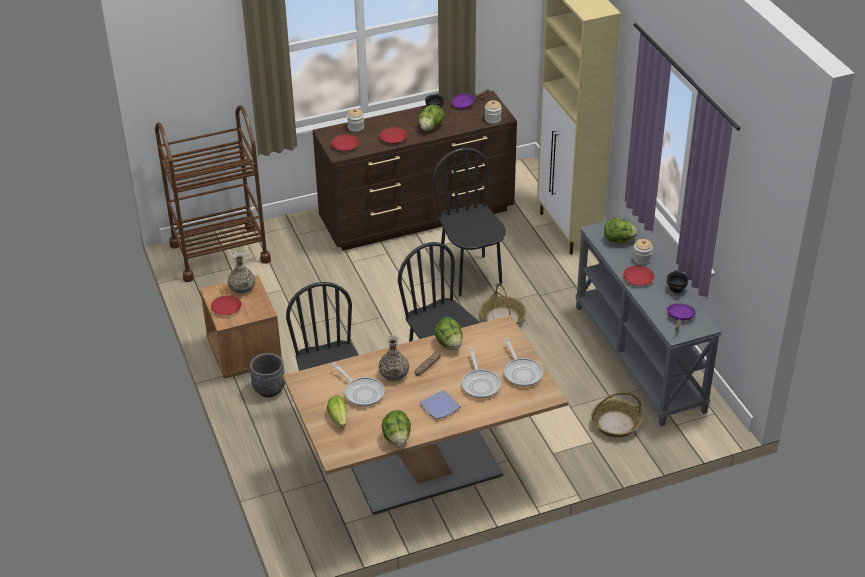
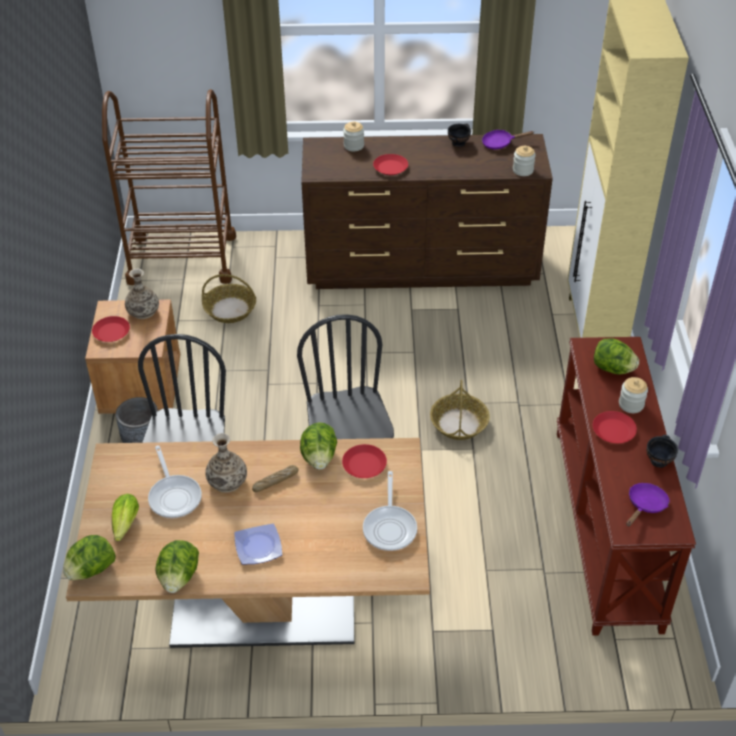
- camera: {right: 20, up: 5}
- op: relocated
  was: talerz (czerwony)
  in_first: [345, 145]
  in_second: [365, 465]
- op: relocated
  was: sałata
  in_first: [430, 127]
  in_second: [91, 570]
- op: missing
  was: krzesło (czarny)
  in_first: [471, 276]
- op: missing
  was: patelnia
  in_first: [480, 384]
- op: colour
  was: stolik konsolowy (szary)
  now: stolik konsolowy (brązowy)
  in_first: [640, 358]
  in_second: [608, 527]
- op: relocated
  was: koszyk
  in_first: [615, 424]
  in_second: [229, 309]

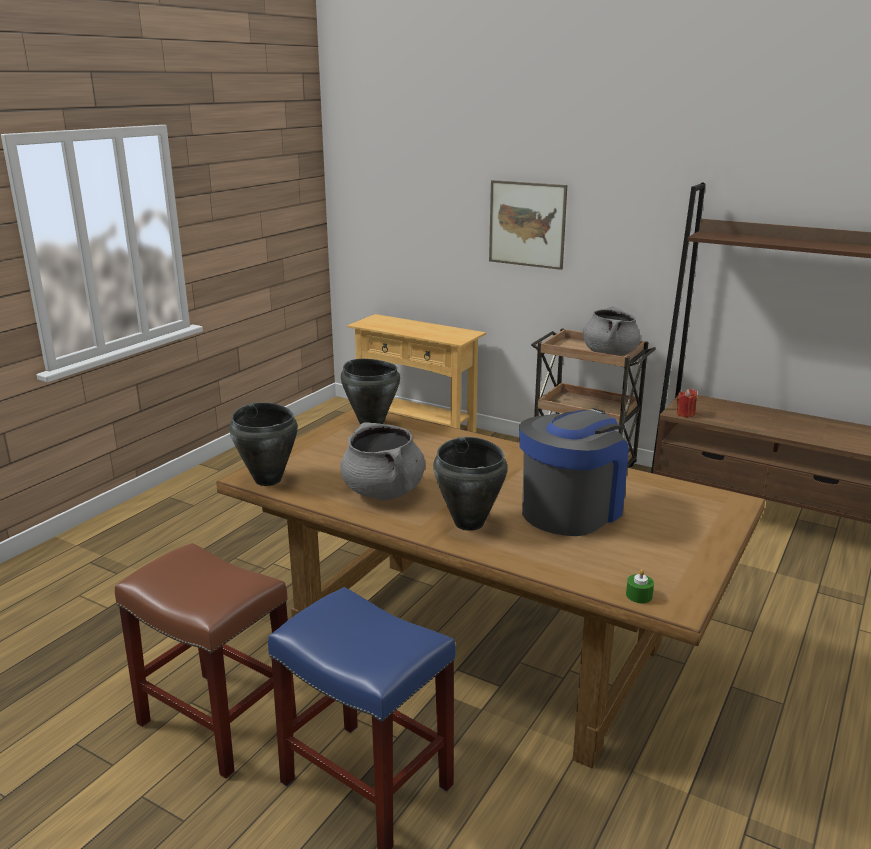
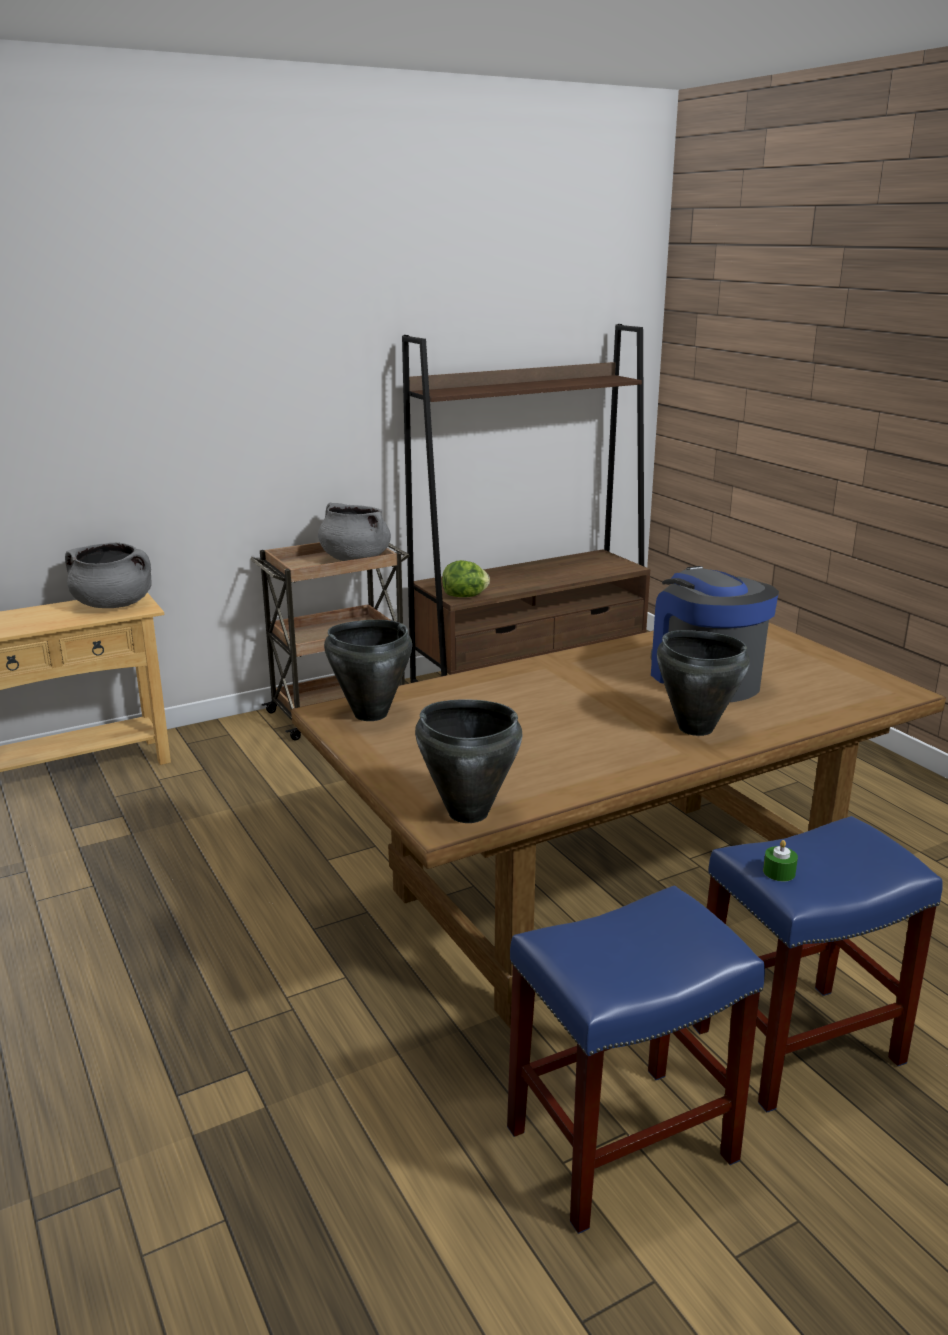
- camera: {right: -60, up: 0}
- op: colour
  was: stołek (brązowy)
  now: stołek (niebieski)
  in_first: [215, 721]
  in_second: [620, 1146]
- op: relocated
  was: garnek (szary)
  in_first: [384, 492]
  in_second: [113, 605]
- op: missing
  was: obraz
  in_first: [527, 224]
- op: relocated
  was: świeca (zielony)
  in_first: [639, 595]
  in_second: [779, 872]
- op: exchanged
  was: świeca (czerwony)
  now: sałata
  in_first: [685, 414]
  in_second: [465, 596]

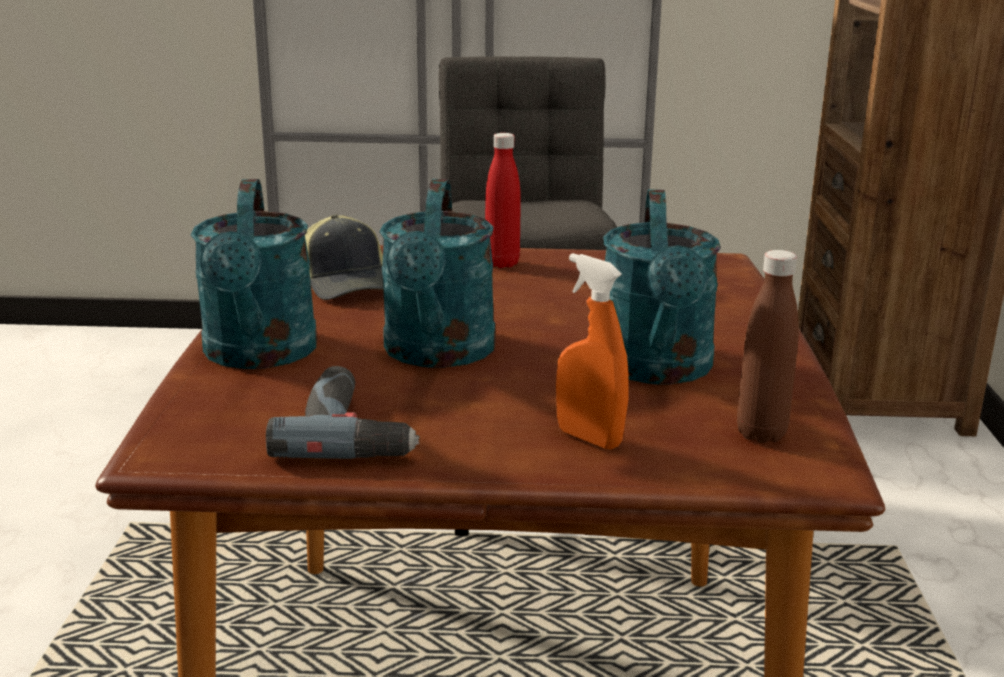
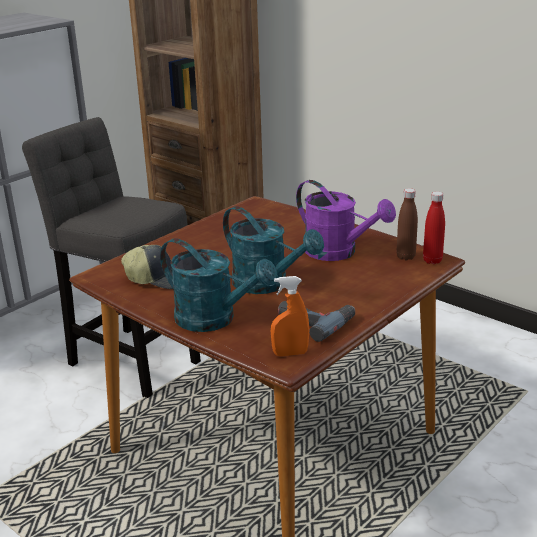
- camera: {right: -50, up: 5}
- op: relocated
  was: butelka (czerwony)
  in_first: [502, 263]
  in_second: [432, 260]
- op: relocated
  was: spryskiwacz (pomarańczowy)
  in_first: [589, 438]
  in_second: [290, 353]
- op: colour
  was: konewka (turkusowy)
  now: konewka (fioletowy)
  in_first: [657, 370]
  in_second: [338, 253]

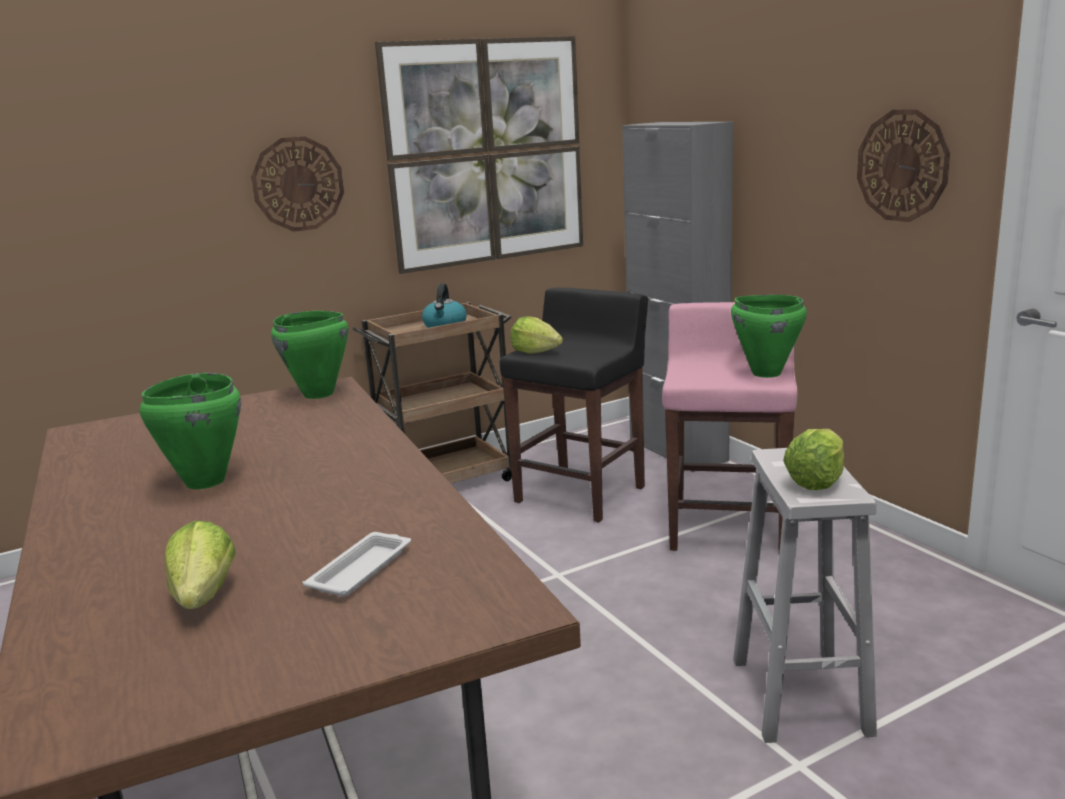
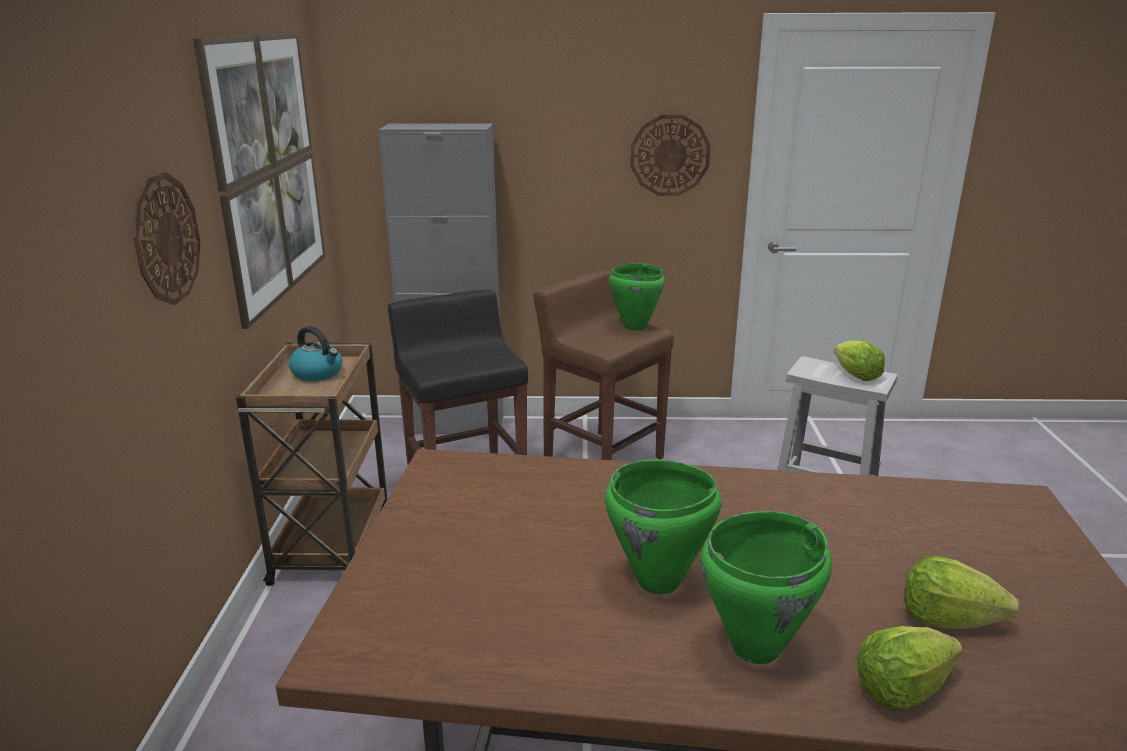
- camera: {right: -60, up: 5}
- op: relocated
  was: garnek (zielony)
  in_first: [318, 394]
  in_second: [757, 648]
- op: missing
  was: taca (biały)
  in_first: [362, 569]
- op: relocated
  was: sałata
  in_first: [535, 352]
  in_second: [901, 689]
- op: colour
  was: stołek (różowy)
  now: stołek (brązowy)
  in_first: [728, 528]
  in_second: [602, 459]

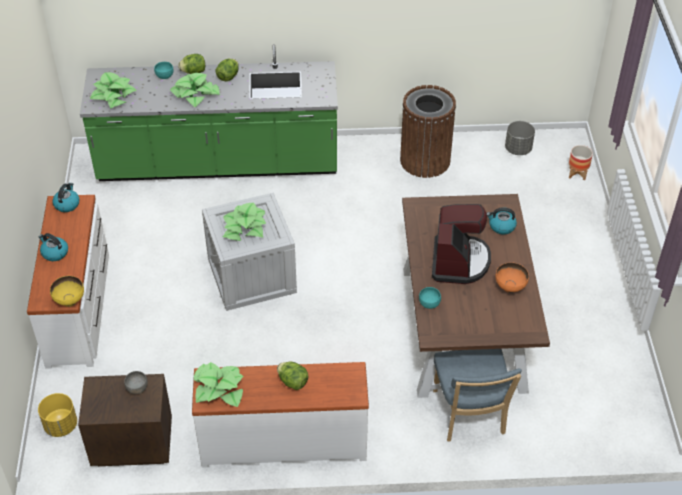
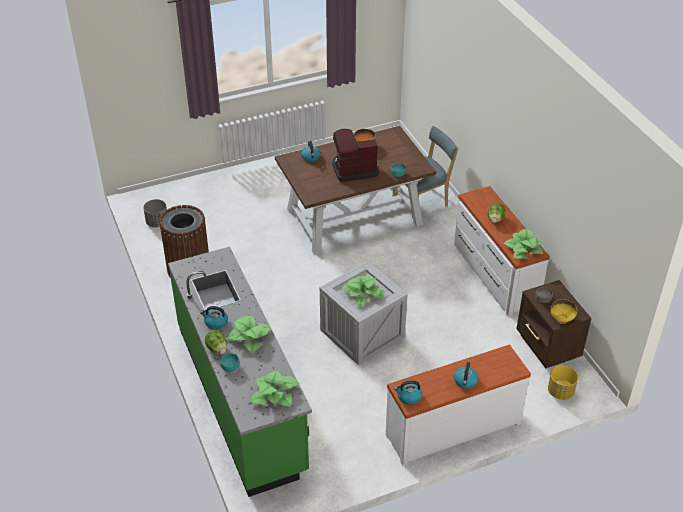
- camera: {right: -110, up: -5}
- op: relocated
  was: miska (żółty)
  in_first: [70, 301]
  in_second: [561, 319]
- op: exchanged
  was: sałata
  now: czajnik
  in_first: [228, 77]
  in_second: [215, 323]
- op: missing
  was: donica
  in_first: [577, 174]

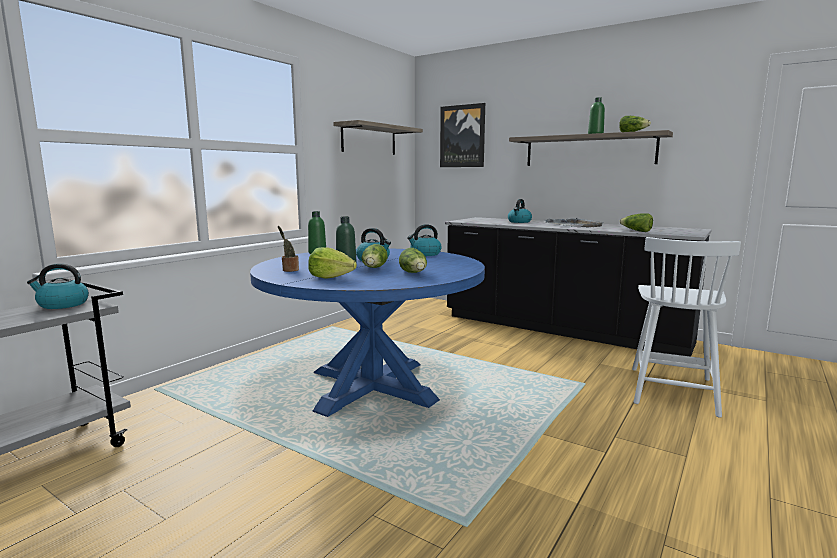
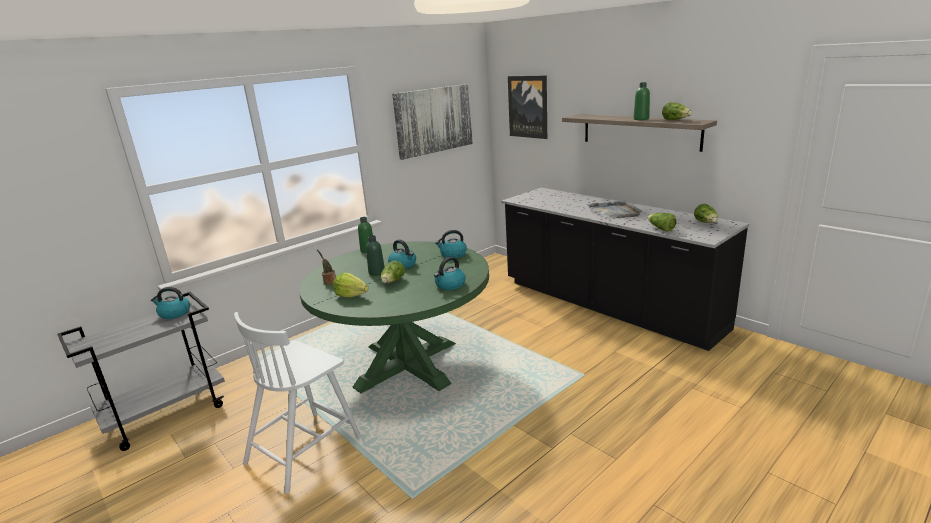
- camera: {right: 15, up: 10}
- op: colour
  was: stół jadalny (niebieski)
  now: stół jadalny (zielony)
  in_first: [372, 386]
  in_second: [407, 365]
- op: exchanged
  was: półka
  now: obraz
  in_first: [369, 140]
  in_second: [434, 120]
- op: relocated
  was: sałata
  in_first: [414, 273]
  in_second: [706, 223]
- op: relocated
  was: czajnik
  in_first: [519, 222]
  in_second: [450, 285]
- op: relocated
  was: krzesło (biały)
  in_first: [672, 390]
  in_second: [305, 448]

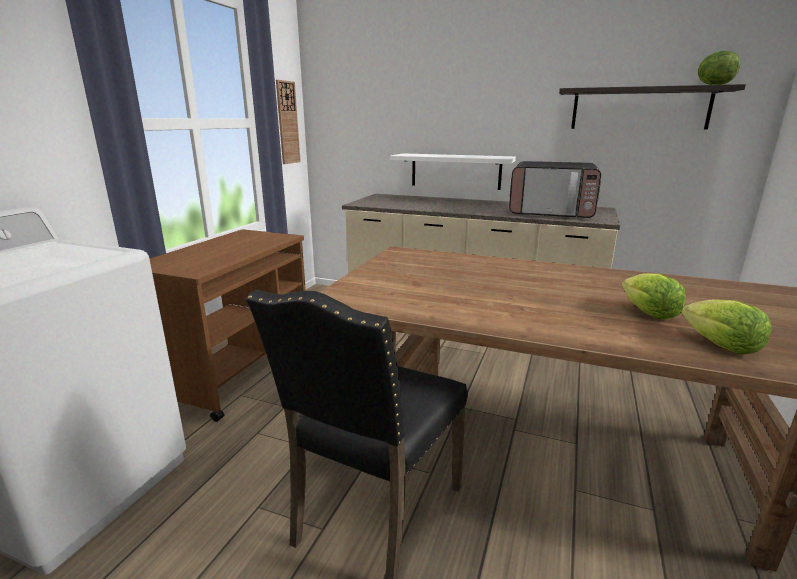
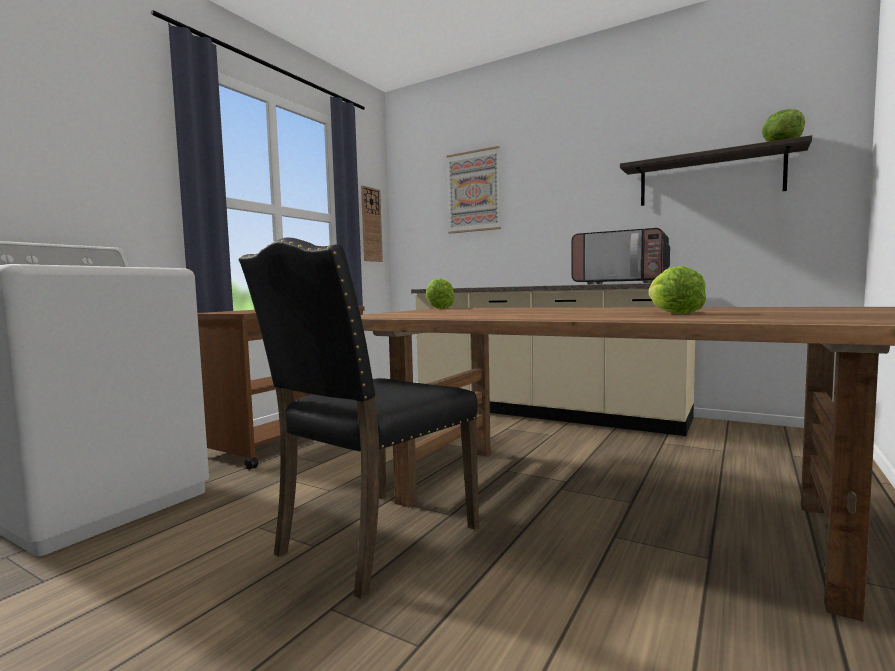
- camera: {right: 10, up: -15}
- op: missing
  was: półka (biały)
  in_first: [455, 171]
- op: relocated
  was: sałata
  in_first: [720, 345]
  in_second: [438, 308]
- op: appeared
  now: obraz
  in_second: [473, 191]

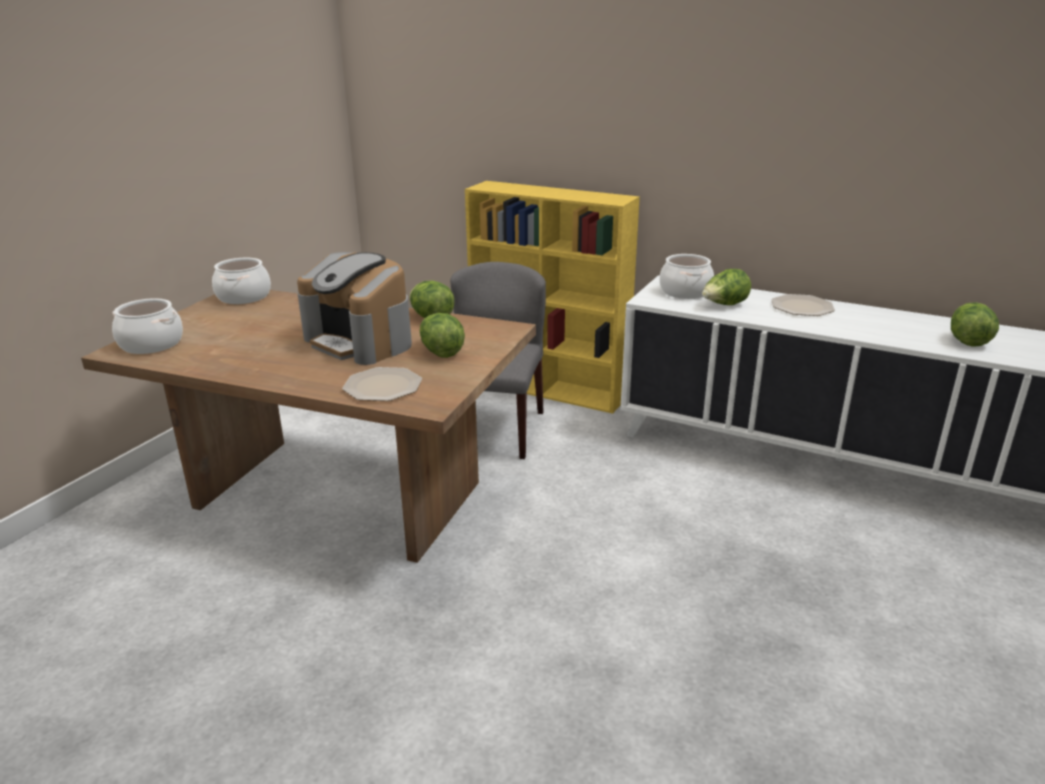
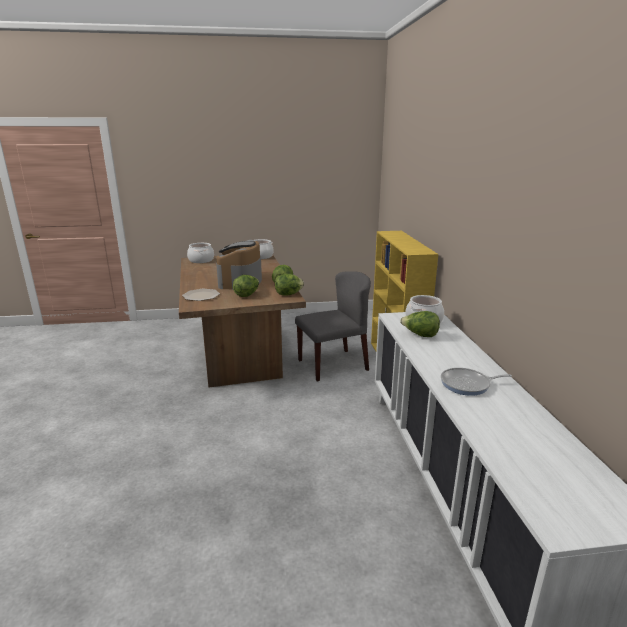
- camera: {right: 55, up: -5}
- op: missing
  was: talerz
  in_first: [802, 307]
- op: relocated
  was: sałata
  in_first: [968, 342]
  in_second: [288, 294]
- op: appeared
  now: patelnia
  in_second: [467, 384]

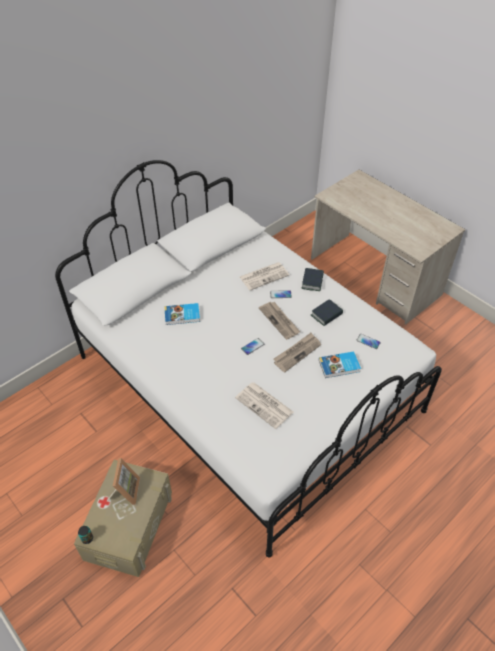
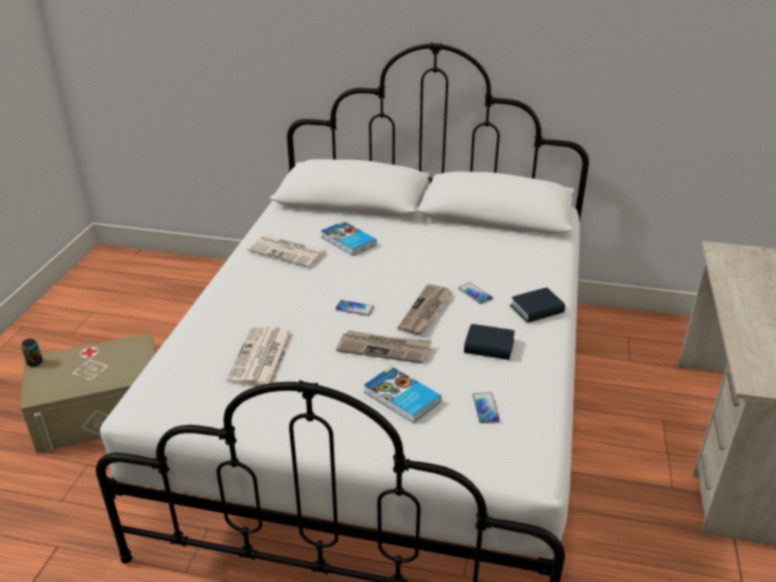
- camera: {right: 55, up: -15}
- op: missing
  was: ramka na zdjęcie
  in_first: [125, 490]
- op: relocated
  was: gazeta
  in_first: [264, 276]
  in_second: [288, 251]

